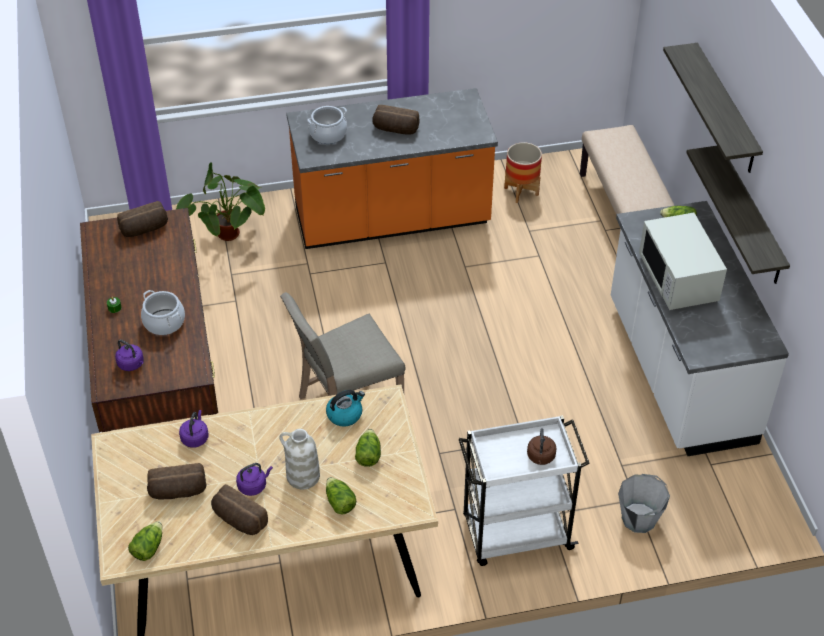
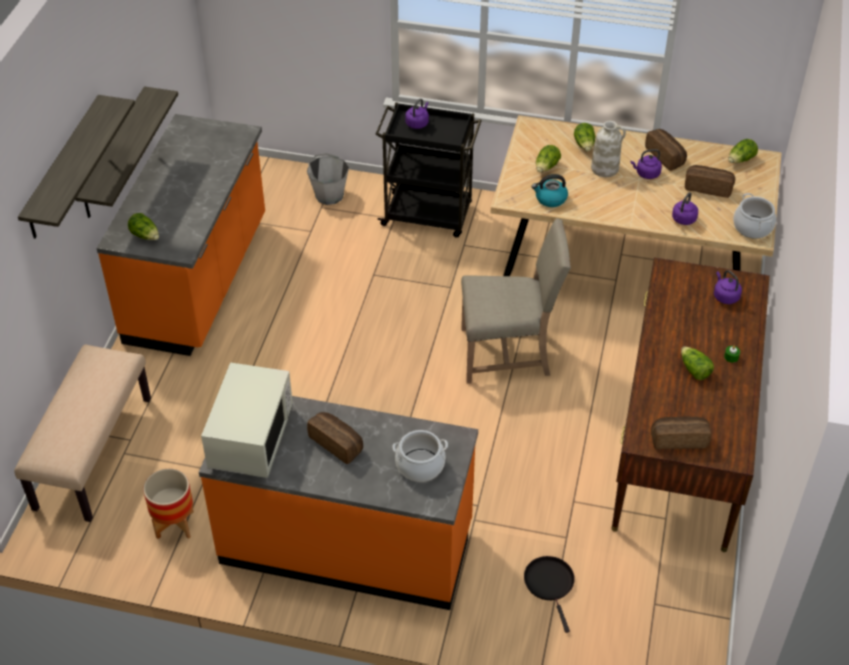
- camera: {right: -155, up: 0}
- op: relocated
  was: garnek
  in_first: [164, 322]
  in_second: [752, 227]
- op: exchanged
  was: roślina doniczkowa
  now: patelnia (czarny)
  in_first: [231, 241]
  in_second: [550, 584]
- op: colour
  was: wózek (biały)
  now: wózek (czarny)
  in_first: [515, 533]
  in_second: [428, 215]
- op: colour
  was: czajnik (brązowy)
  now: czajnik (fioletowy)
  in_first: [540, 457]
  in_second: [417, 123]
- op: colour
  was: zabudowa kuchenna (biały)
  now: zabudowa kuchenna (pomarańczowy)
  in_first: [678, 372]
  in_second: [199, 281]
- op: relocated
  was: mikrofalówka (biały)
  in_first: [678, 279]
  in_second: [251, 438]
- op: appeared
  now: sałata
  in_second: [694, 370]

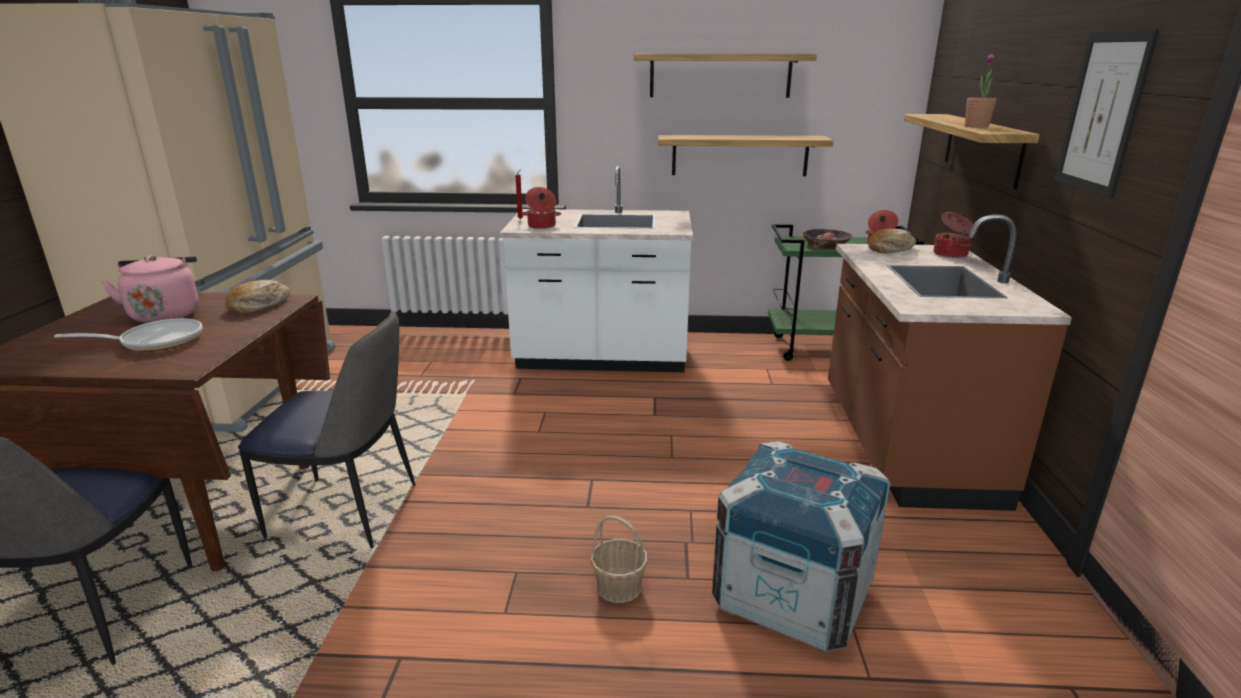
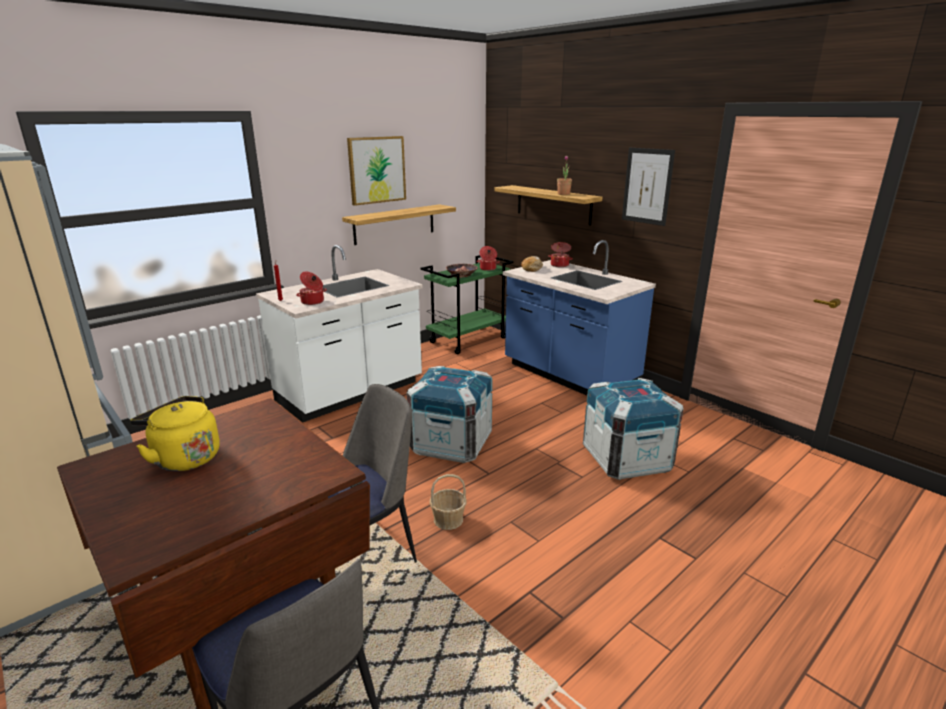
- camera: {right: -45, up: 0}
- op: missing
  was: patelnia
  in_first: [155, 341]
- op: colour
  was: czajnik (różowy)
  now: czajnik (żółty)
  in_first: [166, 314]
  in_second: [184, 458]
- op: missing
  was: chleb
  in_first: [259, 305]
- op: relocated
  was: koszyk
  in_first: [619, 586]
  in_second: [448, 519]
- op: exchanged
  was: półka
  now: obraz
  in_first: [720, 75]
  in_second: [377, 170]
- op: colour
  was: zabudowa kuchenna (brązowy)
  now: zabudowa kuchenna (niebieski)
  in_first: [903, 445]
  in_second: [569, 376]
- op: appeared
  now: skrzynka
  in_second: [451, 444]

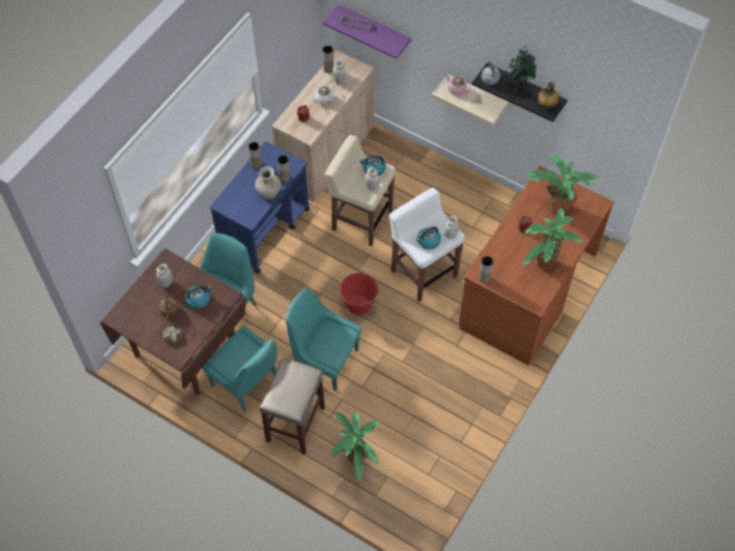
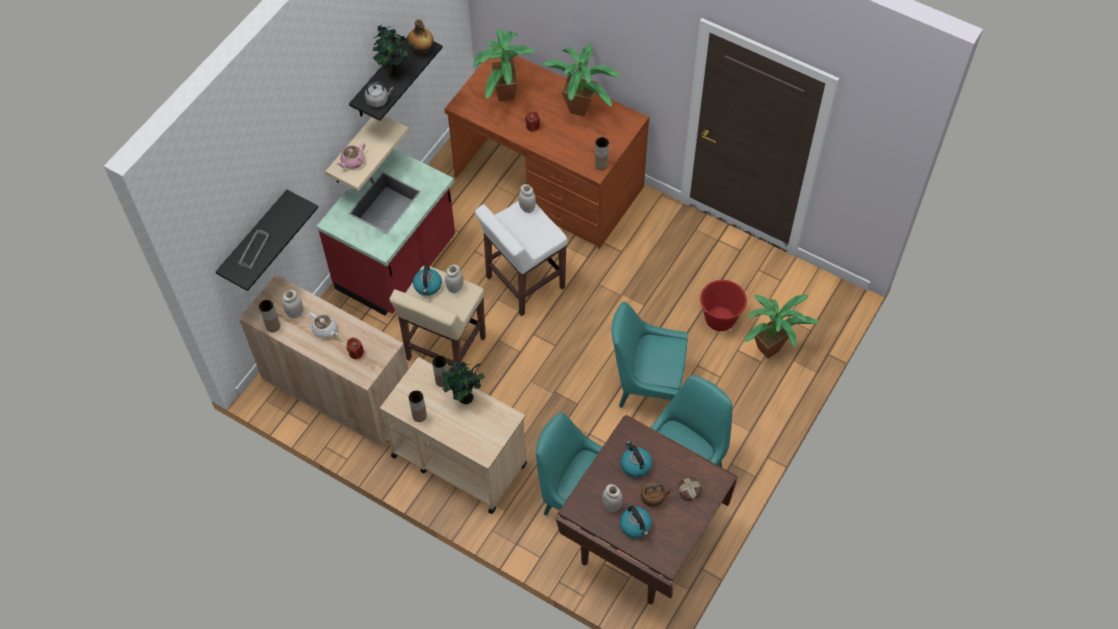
- camera: {right: -90, up: 0}
- op: colour
  was: wózek (niebieski)
  now: wózek (beżowy)
  in_first: [265, 230]
  in_second: [458, 460]
- op: exchanged
  was: wazon (beżowy)
  now: roślina doniczkowa
  in_first: [268, 192]
  in_second: [465, 398]
- op: missing
  was: stołek (beżowy)
  in_first: [295, 425]
- op: spun
  was: krzesło (turkusowy)
  in_first: [324, 360]
  in_second: [647, 384]
  clockwise: 75
- op: colour
  was: półka (fioletowy)
  now: półka (czarny)
  in_first: [374, 30]
  in_second: [254, 239]
- op: relocated
  was: wiadro (czerwony)
  in_first: [359, 305]
  in_second: [720, 319]
- op: relocated
  was: czajnik
  in_first: [428, 241]
  in_second: [636, 525]
- op: appeared
  now: zabudowa kuchenna (czerwony)
  in_second: [397, 265]

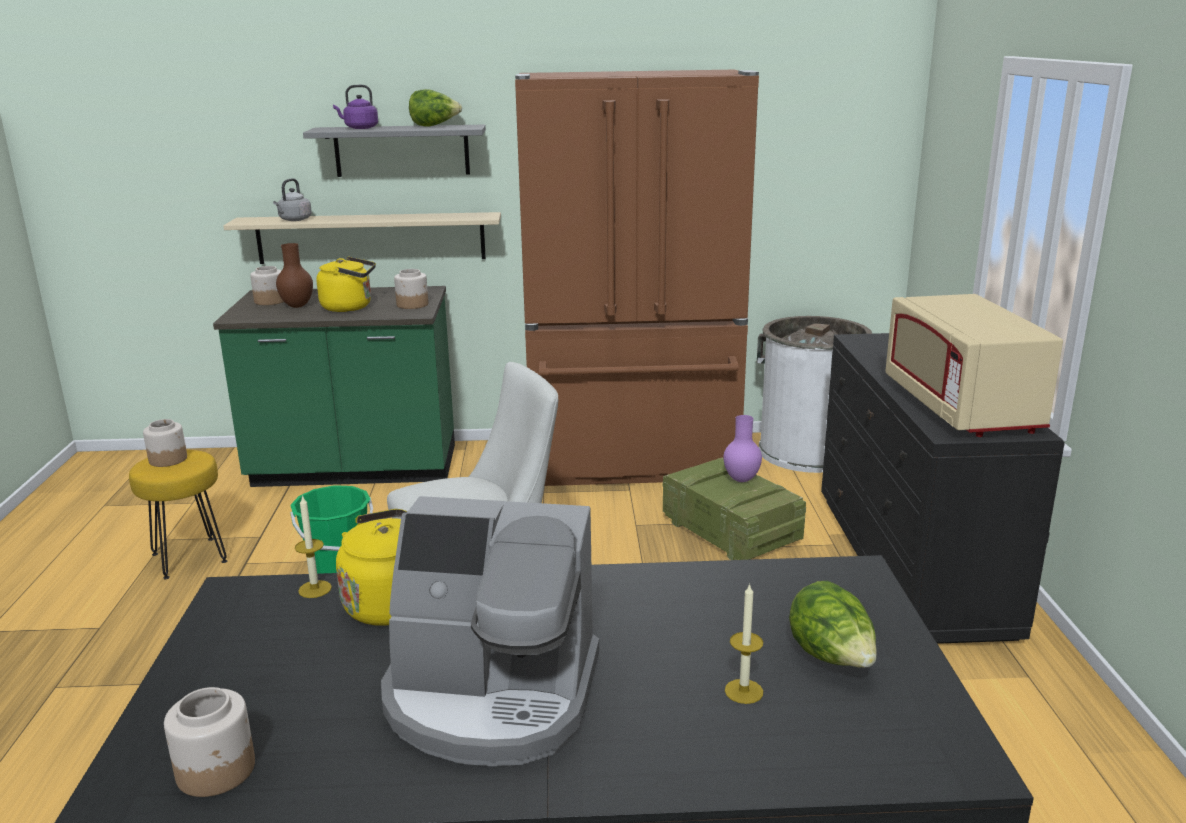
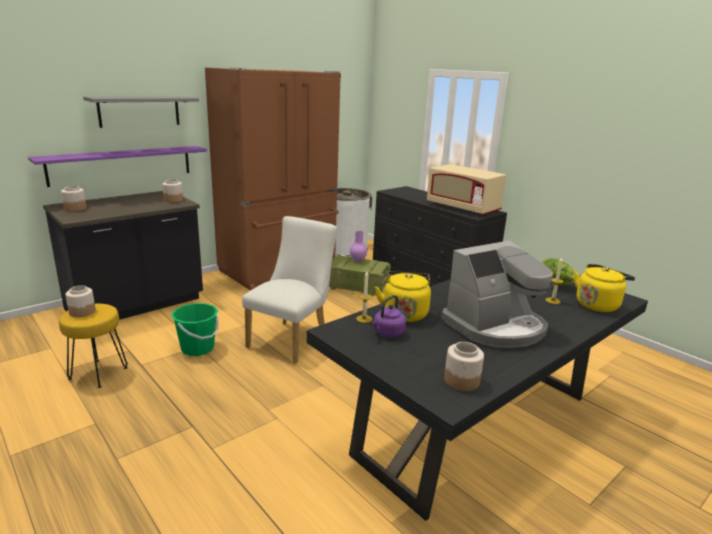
- camera: {right: -40, up: 0}
- op: colour
  was: zabudowa kuchenna (zielony)
  now: zabudowa kuchenna (czarny)
  in_first: [355, 469]
  in_second: [136, 306]
- op: colour
  was: półka (beżowy)
  now: półka (fioletowy)
  in_first: [371, 238]
  in_second: [122, 165]
- op: missing
  was: czajnik (szary)
  in_first: [294, 220]
- op: missing
  was: wazon (brązowy)
  in_first: [297, 306]
- op: relocated
  was: czajnik (żółty)
  in_first: [350, 307]
  in_second: [598, 304]
- op: relocated
  was: czajnik (fioletowy)
  in_first: [359, 128]
  in_second: [387, 333]
- op: missing
  was: sałata
  in_first: [434, 126]

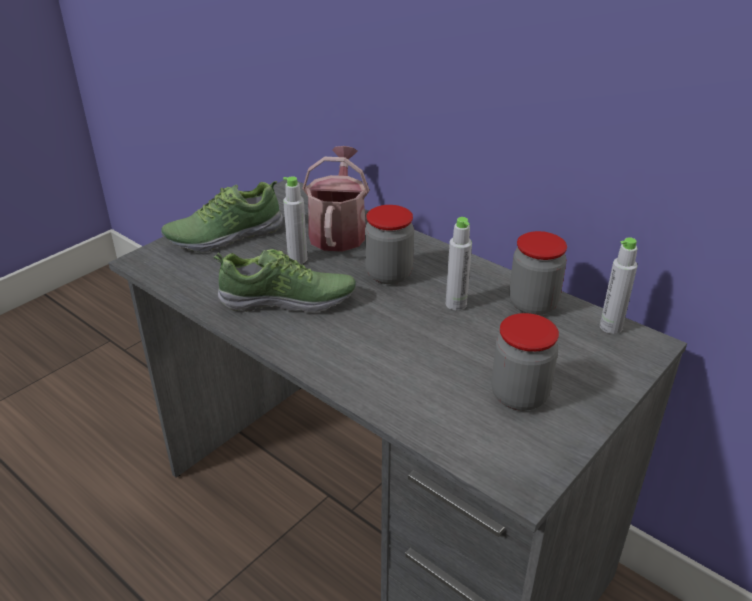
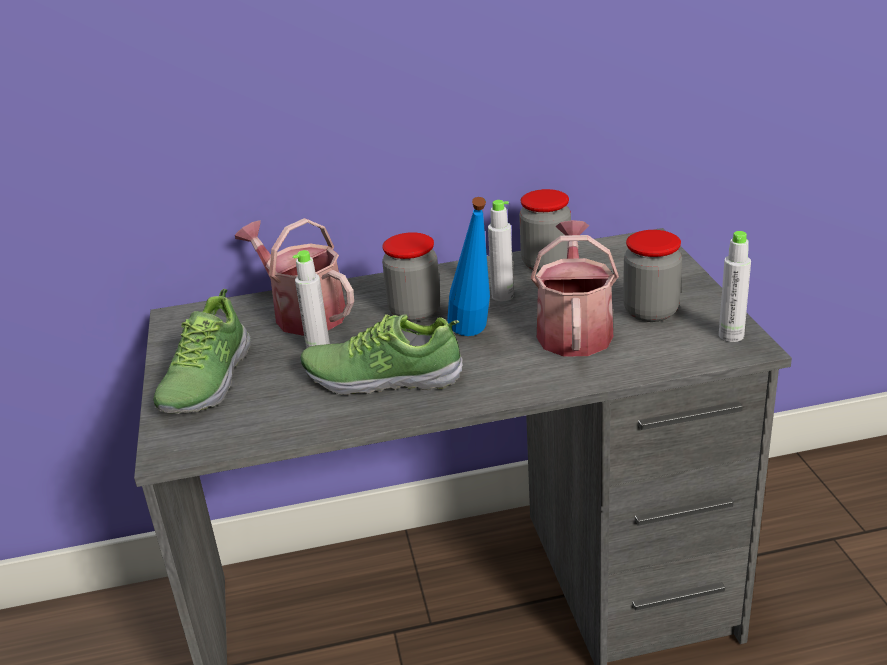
- camera: {right: -50, up: -5}
- op: spun
  was: but
  in_first: [288, 300]
  in_second: [382, 377]
  clockwise: -120
- op: relocated
  was: butelka (szary)
  in_first: [610, 327]
  in_second: [731, 336]
- op: appeared
  now: butelka (niebieski)
  in_second: [475, 338]
- op: appeared
  now: konewka
  in_second: [574, 330]

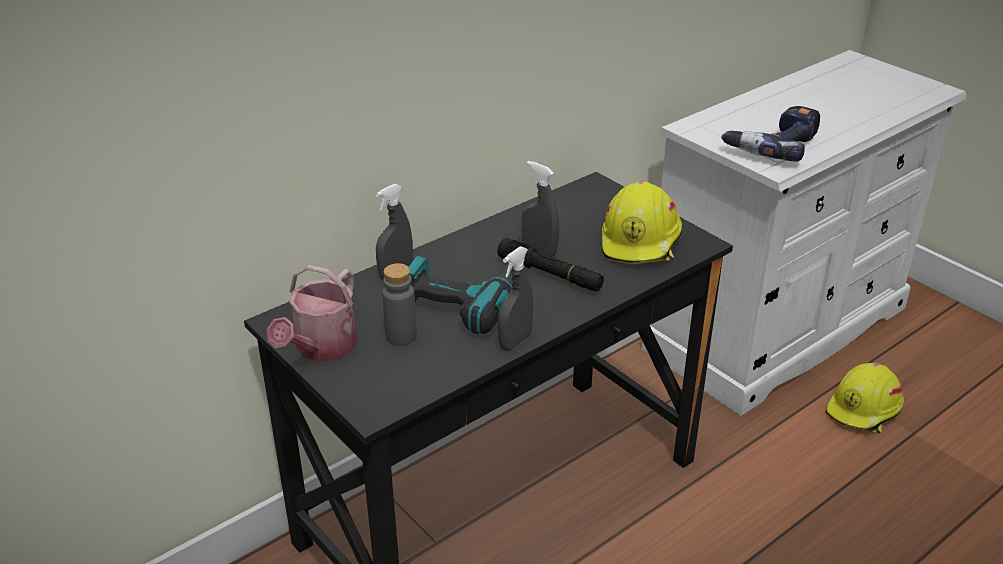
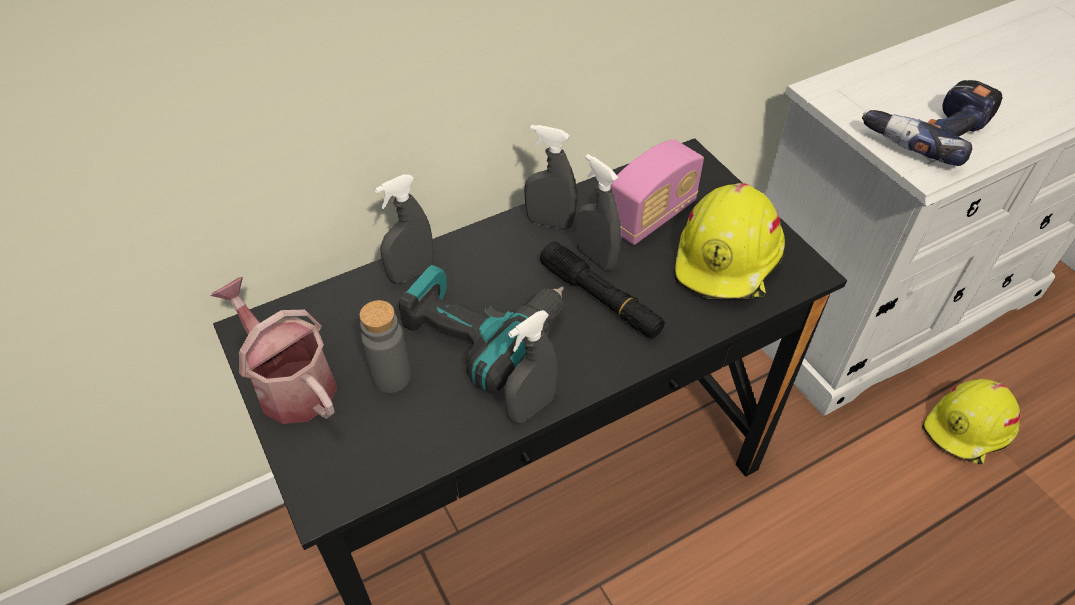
- camera: {right: 10, up: 15}
- op: spun
  was: konewka
  in_first: [321, 348]
  in_second: [290, 383]
  clockwise: 105
- op: appeared
  now: spryskiwacz (szary)
  in_second: [549, 223]
- op: appeared
  now: radio
  in_second: [651, 216]

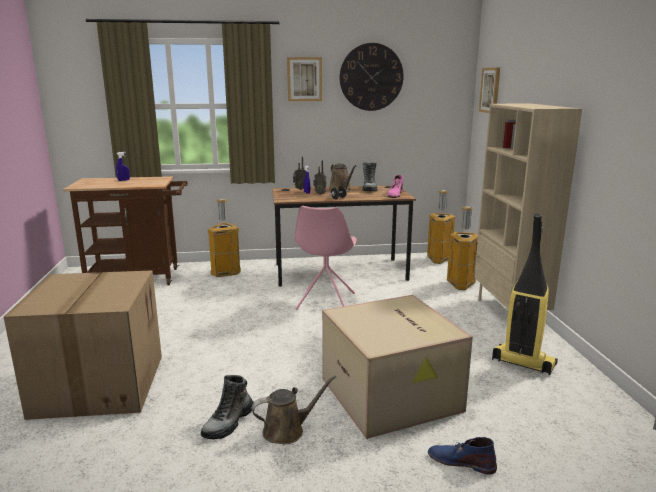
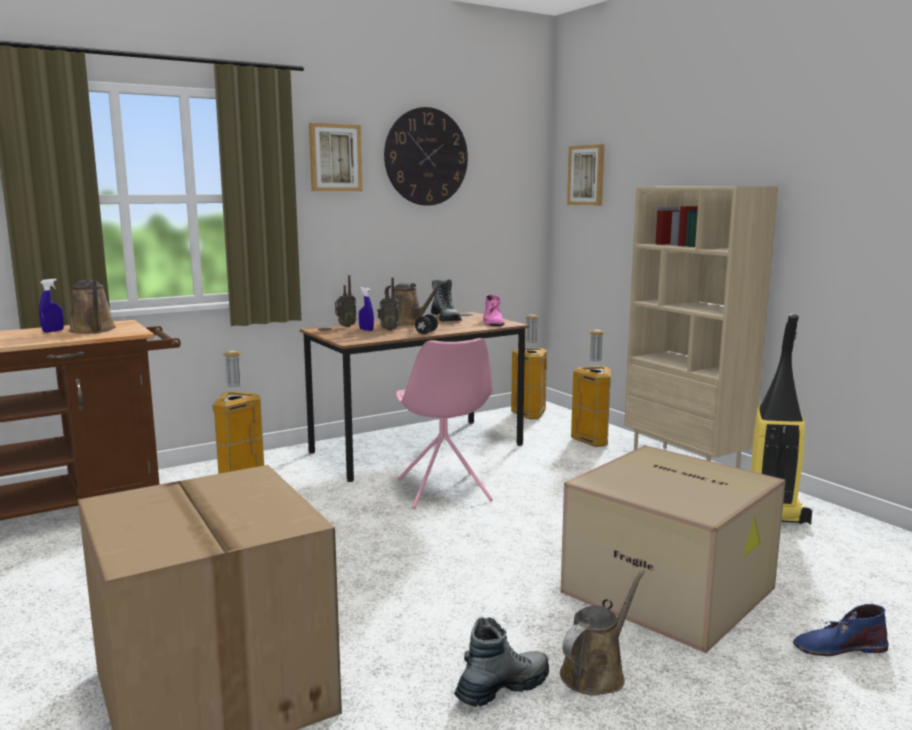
- camera: {right: -25, up: -5}
- op: spun
  was: but z cholewką
  in_first: [228, 423]
  in_second: [502, 688]
  clockwise: -135
- op: appeared
  now: konewka (brązowy)
  in_second: [93, 330]

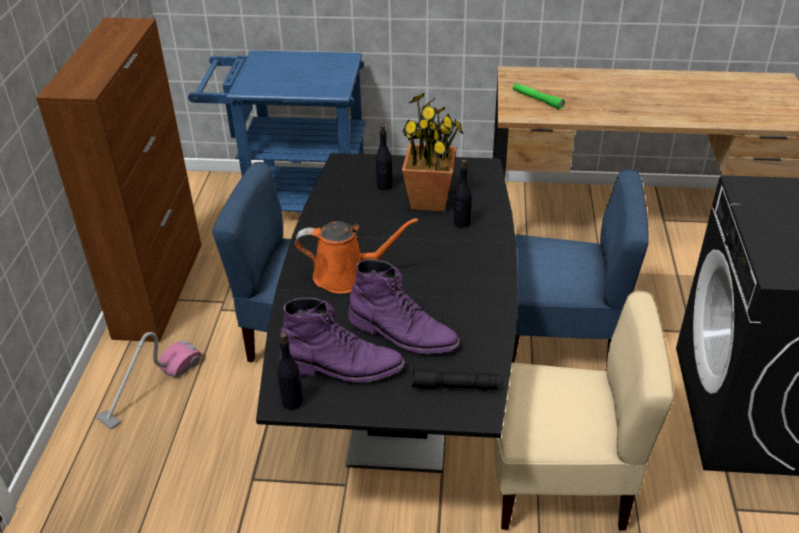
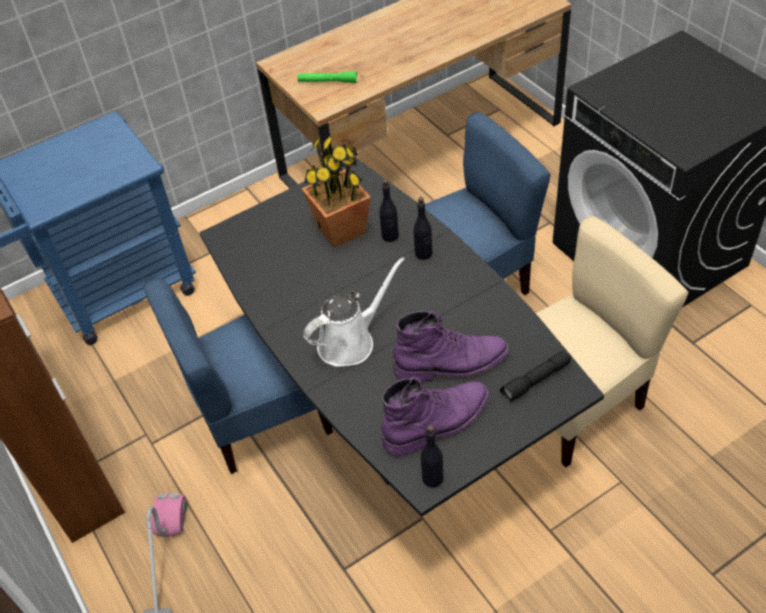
- camera: {right: -35, up: 10}
- op: colour
  was: konewka (pomarańczowy)
  now: konewka (biały)
  in_first: [347, 275]
  in_second: [350, 341]
- op: relocated
  was: butelka (czarny)
  in_first: [384, 186]
  in_second: [423, 254]

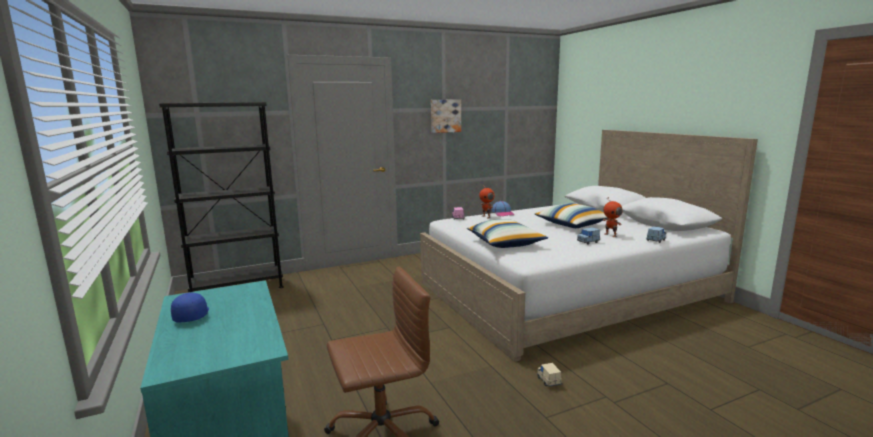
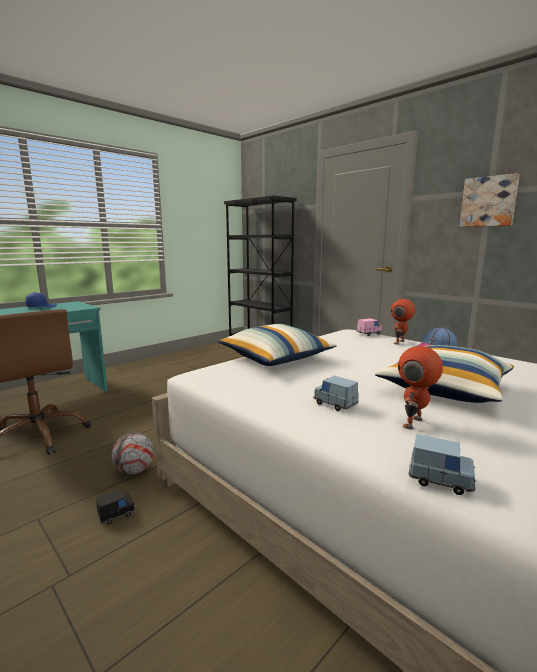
- camera: {right: 70, up: 0}
- op: colour
  was: samochodzik (beżowy)
  now: samochodzik (czarny)
  in_first: [548, 381]
  in_second: [116, 514]
- op: appeared
  now: piłka futbolowa
  in_second: [134, 470]

